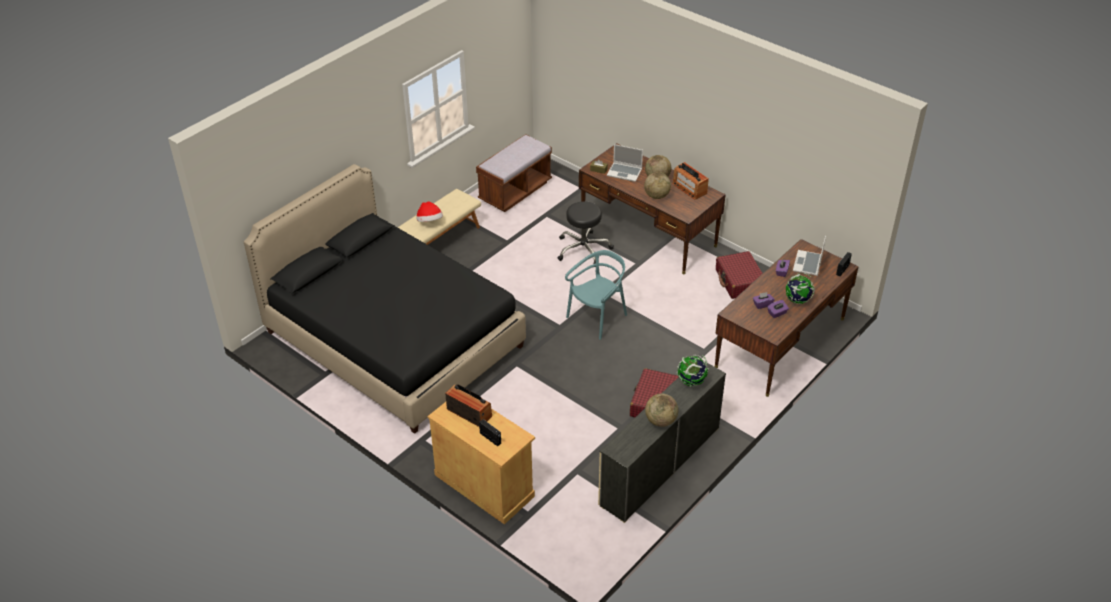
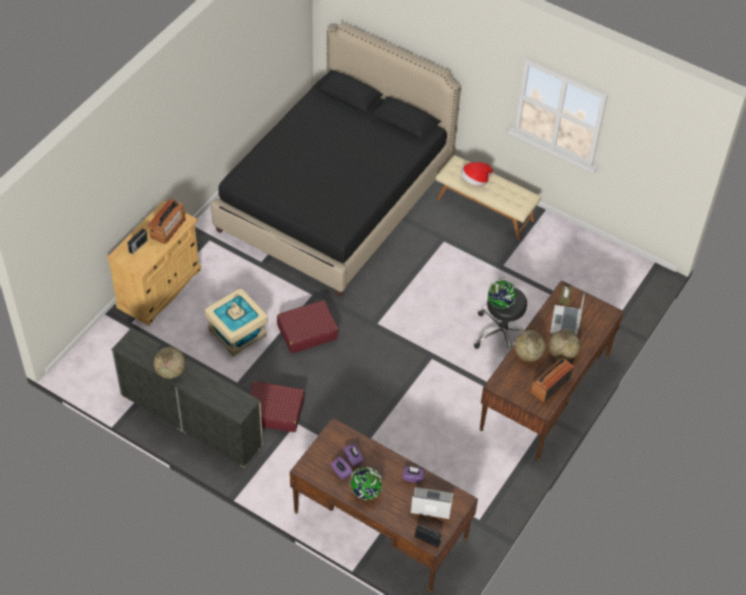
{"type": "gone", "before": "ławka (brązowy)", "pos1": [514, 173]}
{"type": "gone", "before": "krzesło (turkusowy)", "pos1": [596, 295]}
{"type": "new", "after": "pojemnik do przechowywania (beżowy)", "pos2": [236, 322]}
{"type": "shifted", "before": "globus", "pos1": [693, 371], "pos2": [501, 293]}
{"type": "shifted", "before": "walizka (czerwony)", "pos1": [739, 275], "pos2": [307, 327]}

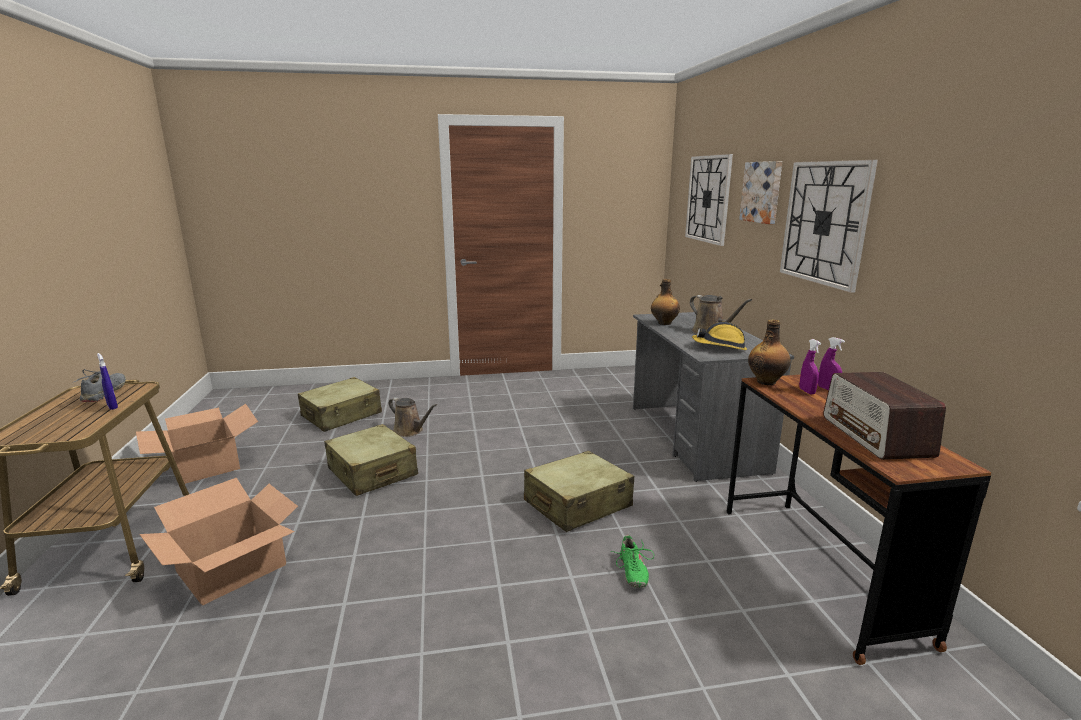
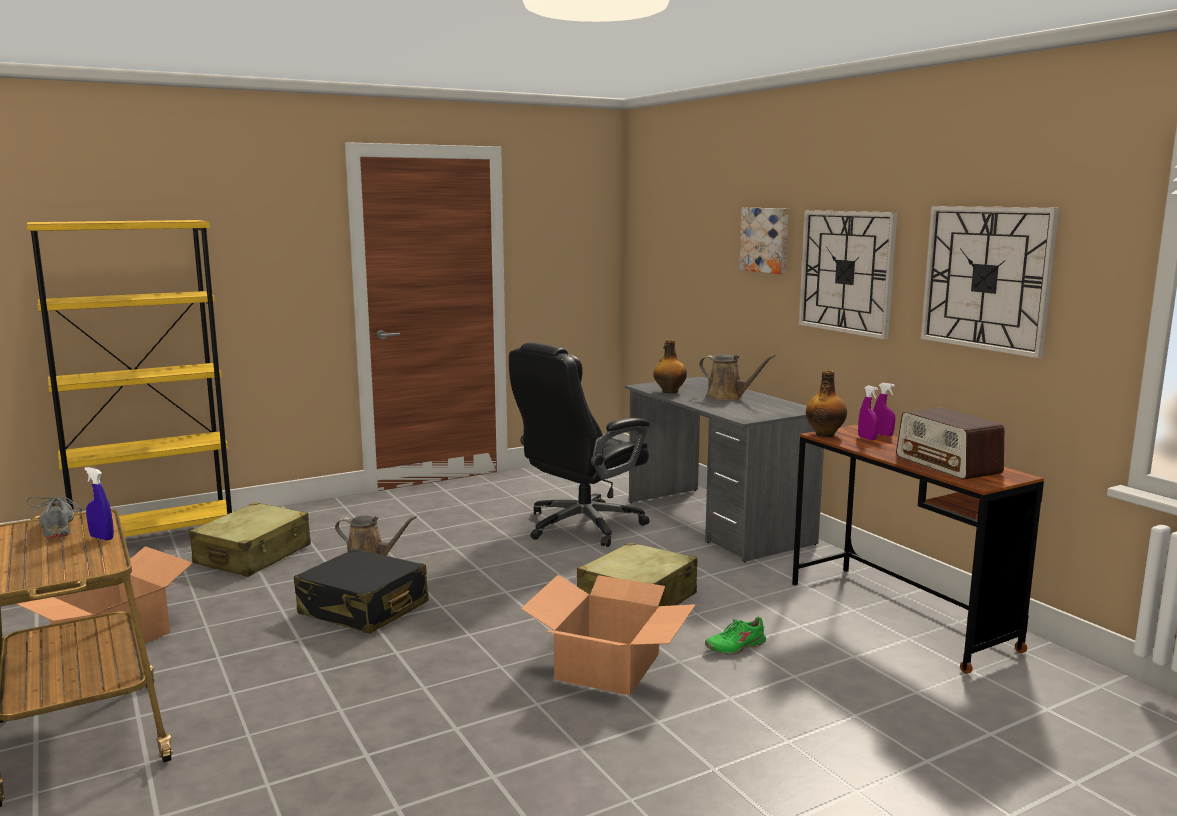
{"type": "gone", "before": "kask", "pos1": [719, 336]}
{"type": "new", "after": "regał (żółty)", "pos2": [130, 381]}
{"type": "new", "after": "krzesło biurowe (czarny)", "pos2": [579, 444]}
{"type": "shifted", "before": "karton", "pos1": [218, 541], "pos2": [608, 635]}
{"type": "shifted", "before": "zegar ścienny", "pos1": [709, 200], "pos2": [990, 282]}
{"type": "repainted", "before": "walizka (beżowy)", "after": "walizka (czarny)", "pos1": [371, 460], "pos2": [361, 591]}
{"type": "rotated", "before": "but (zielony)", "pos1": [632, 561], "pos2": [735, 635], "turn": 90}

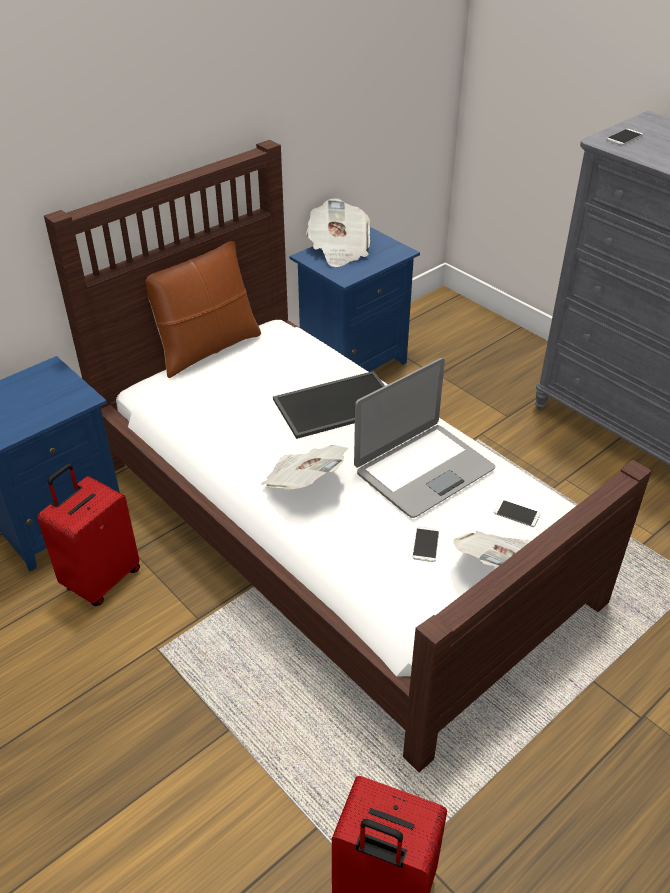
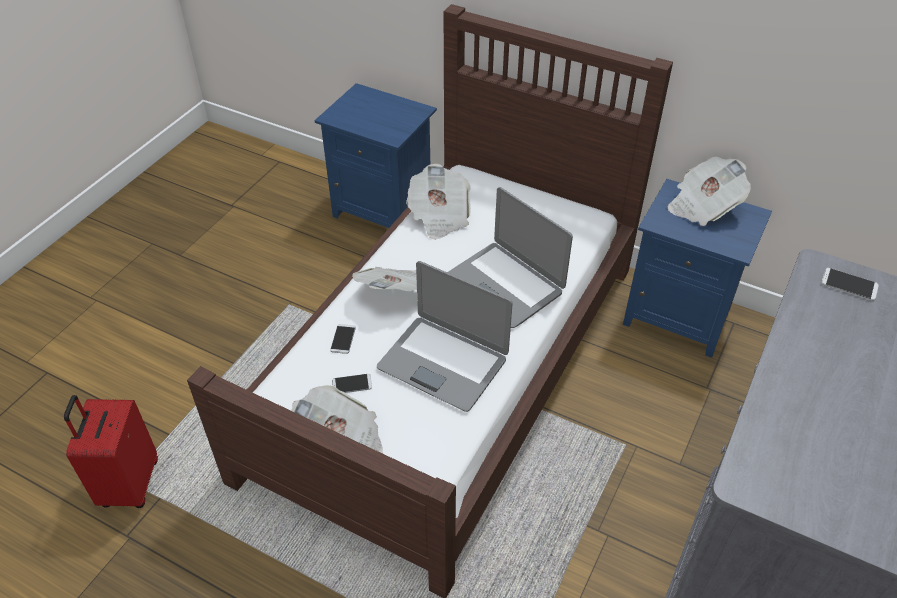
{"type": "gone", "before": "walizka (czerwony)", "pos1": [88, 535]}
{"type": "gone", "before": "poduszka (brązowy)", "pos1": [203, 309]}
{"type": "new", "after": "gazeta", "pos2": [438, 202]}
{"type": "shifted", "before": "telefon", "pos1": [517, 513], "pos2": [343, 339]}
{"type": "swapped", "before": "taca", "after": "laptop", "pos1": [329, 405], "pos2": [510, 257]}

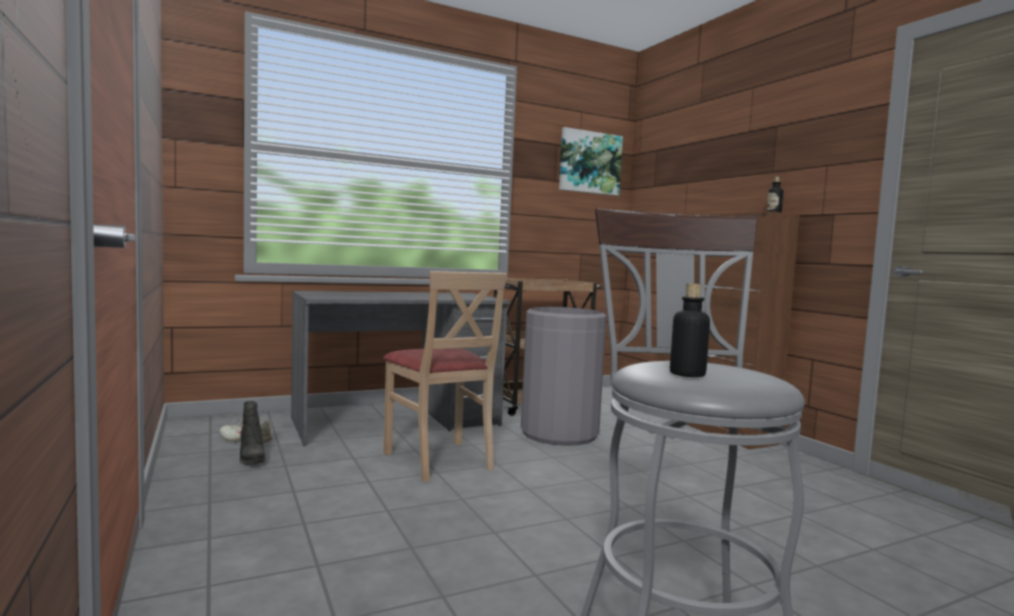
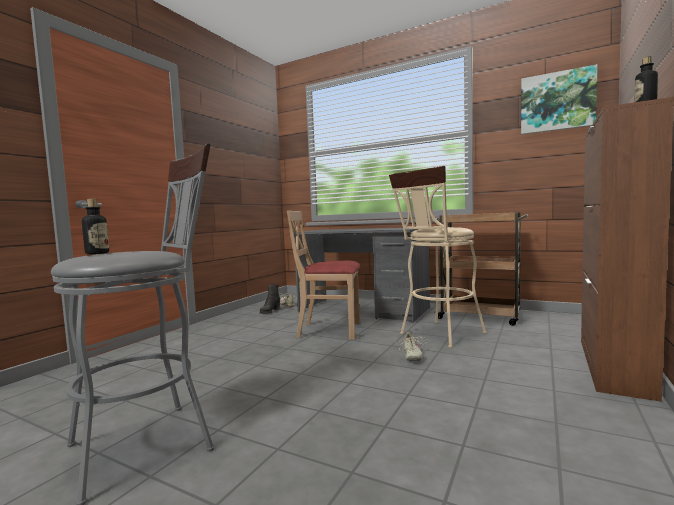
{"type": "new", "after": "but (beżowy)", "pos2": [412, 346]}
{"type": "swapped", "before": "kosz na śmieci (szary)", "after": "stołek (beżowy)", "pos1": [563, 376], "pos2": [438, 257]}
{"type": "rotated", "before": "krzesło (beżowy)", "pos1": [445, 376], "pos2": [323, 275], "turn": 75}

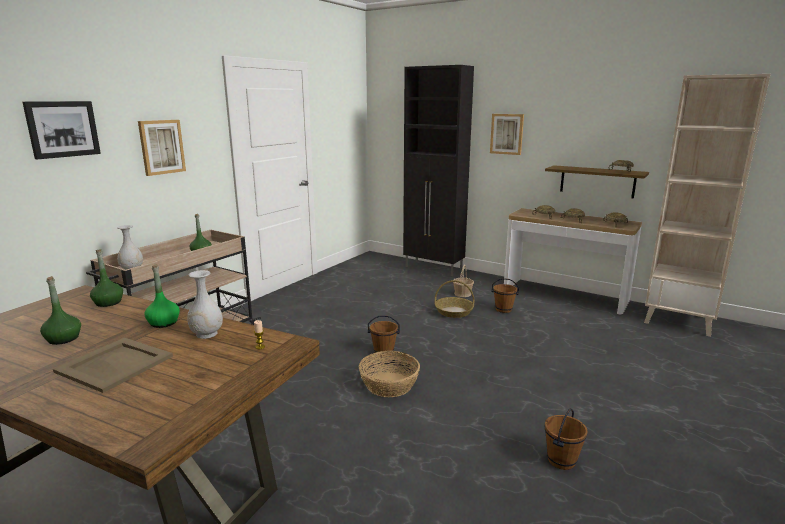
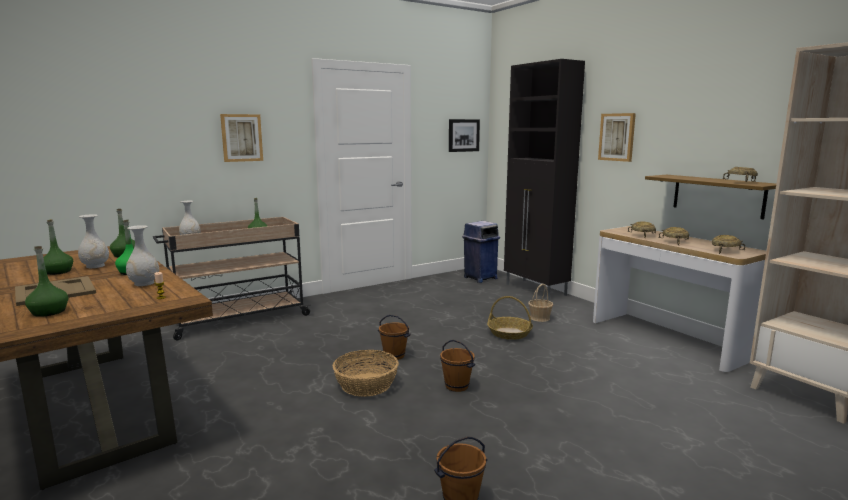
{"type": "new", "after": "butelka (zielony)", "pos2": [47, 281]}
{"type": "new", "after": "wazon (biały)", "pos2": [93, 241]}
{"type": "new", "after": "kosz na śmieci (niebieski)", "pos2": [481, 252]}
{"type": "shifted", "before": "obraz", "pos1": [61, 130], "pos2": [464, 135]}
{"type": "shifted", "before": "wiadro (brązowy)", "pos1": [505, 295], "pos2": [457, 366]}

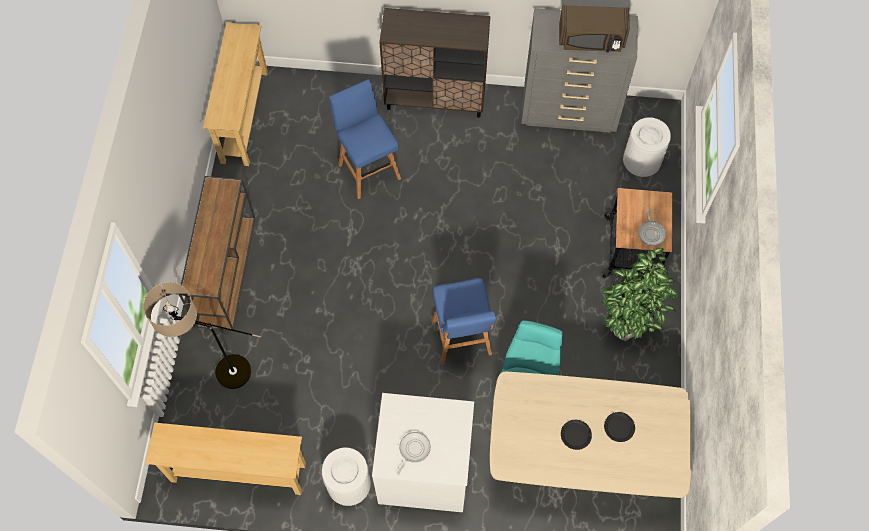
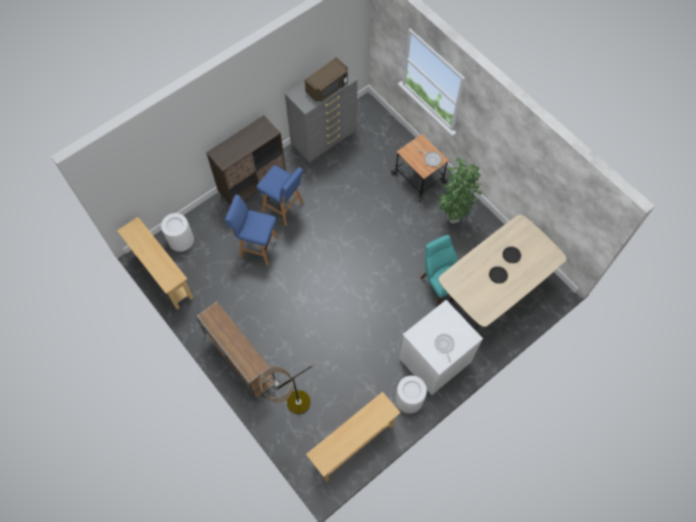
{"type": "shifted", "before": "stołek (niebieski)", "pos1": [464, 321], "pos2": [280, 195]}
{"type": "shifted", "before": "kosz na śmieci (biały)", "pos1": [647, 147], "pos2": [177, 232]}

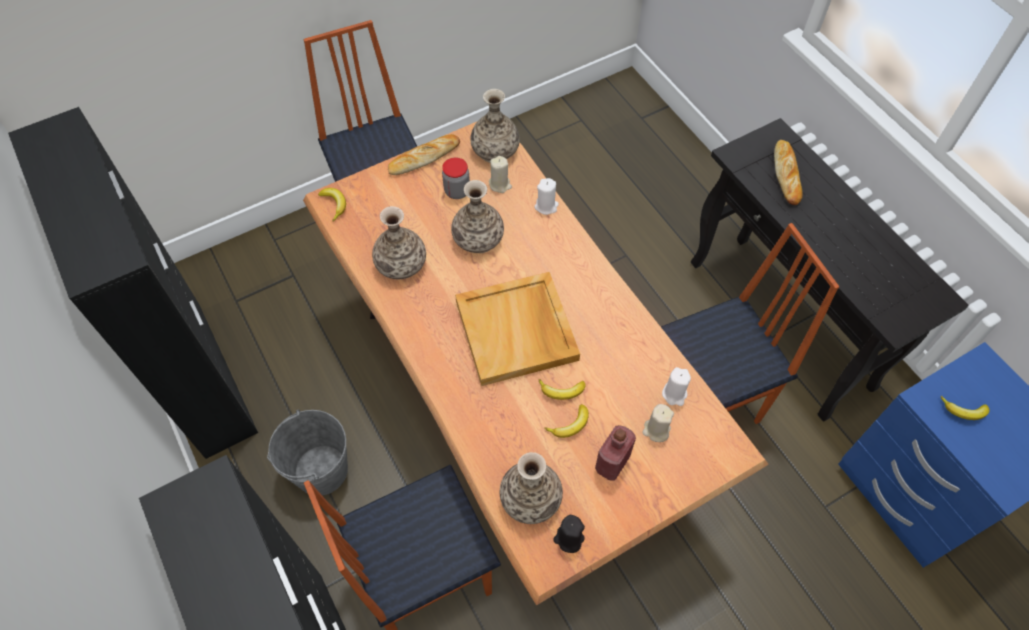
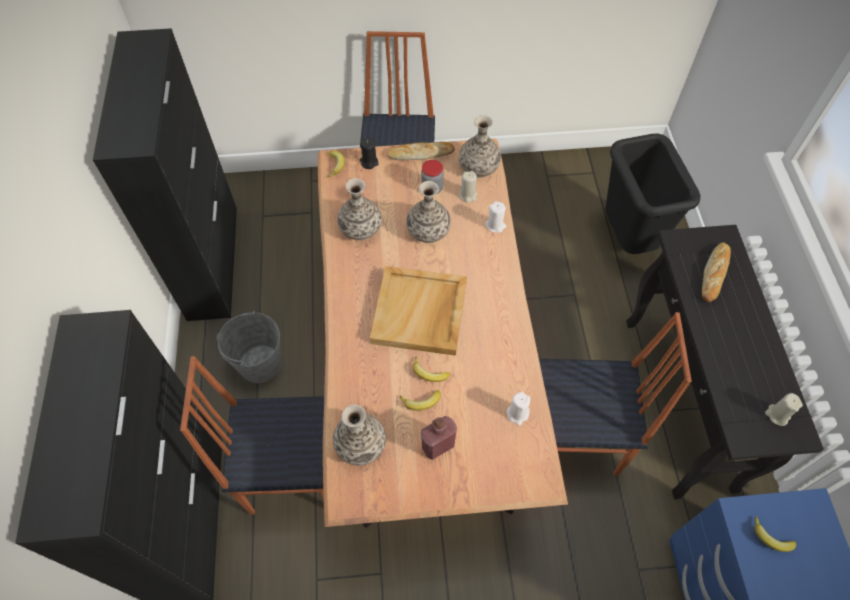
{"type": "new", "after": "kosz na śmieci (czarny)", "pos2": [653, 193]}
{"type": "shifted", "before": "świeca (czarny)", "pos1": [569, 534], "pos2": [369, 153]}
{"type": "shifted", "before": "świeca (beżowy)", "pos1": [658, 423], "pos2": [784, 409]}

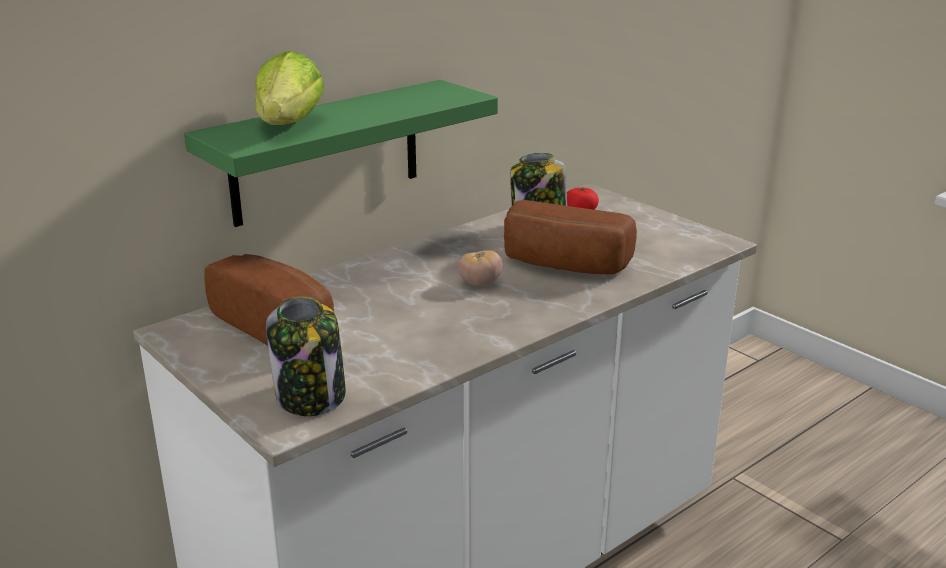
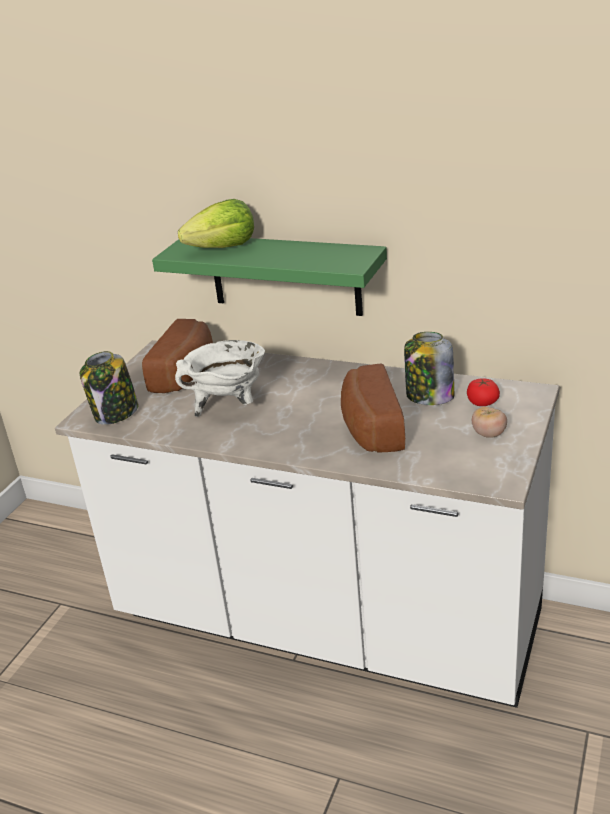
{"type": "new", "after": "garnek (biały)", "pos2": [220, 378]}
{"type": "shifted", "before": "pomidor", "pos1": [480, 268], "pos2": [489, 422]}

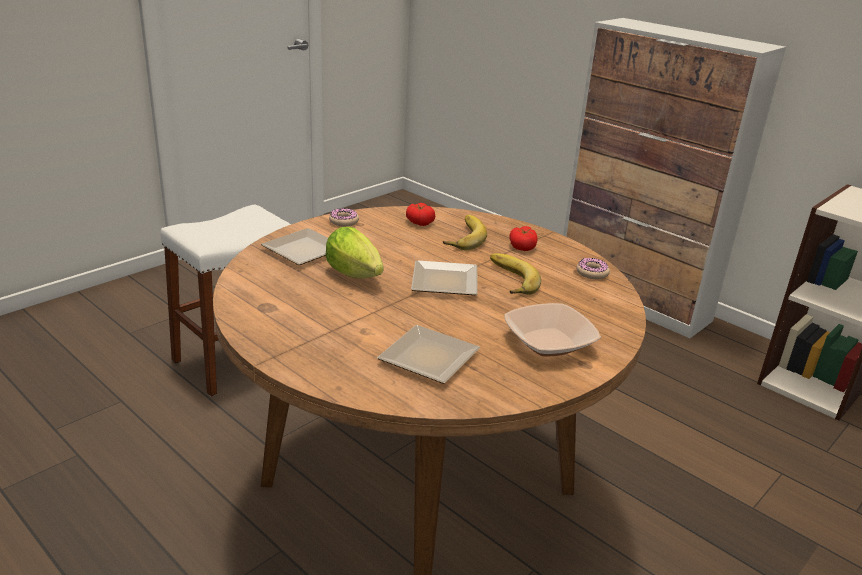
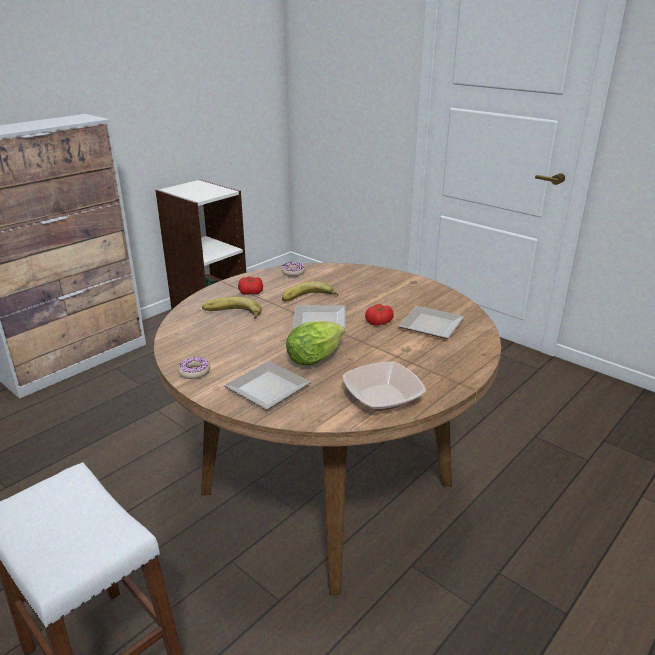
{"type": "shifted", "before": "pomidor", "pos1": [420, 214], "pos2": [379, 315]}
{"type": "shifted", "before": "miska", "pos1": [552, 330], "pos2": [384, 386]}

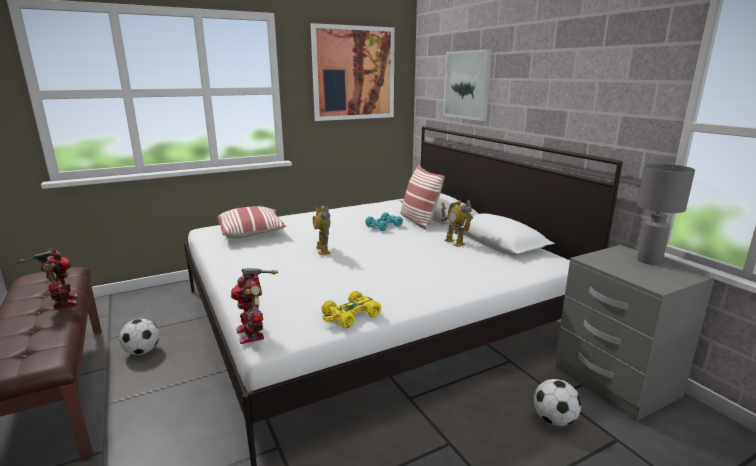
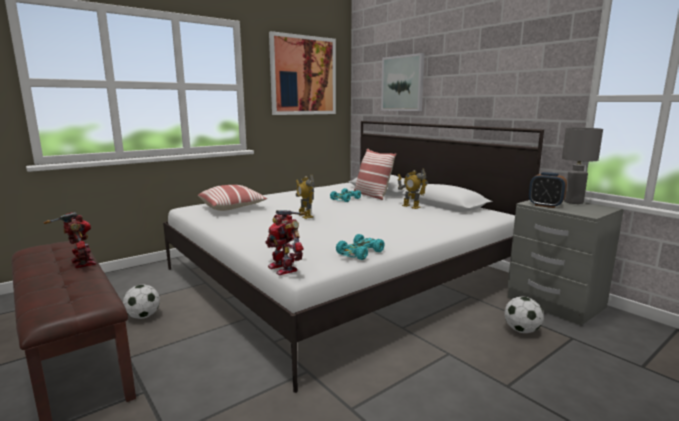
{"type": "new", "after": "budzik", "pos2": [548, 190]}
{"type": "repainted", "before": "samochodzik (żółty)", "after": "samochodzik (turkusowy)", "pos1": [351, 309], "pos2": [360, 247]}

